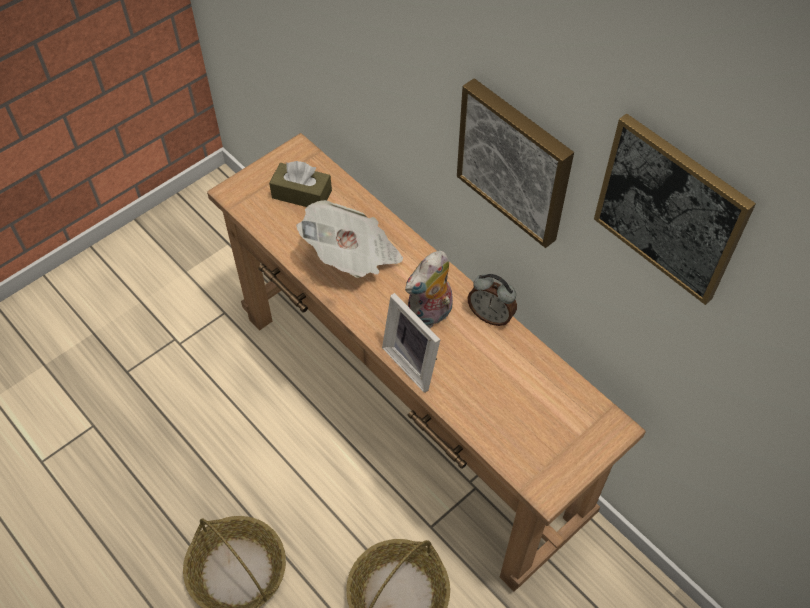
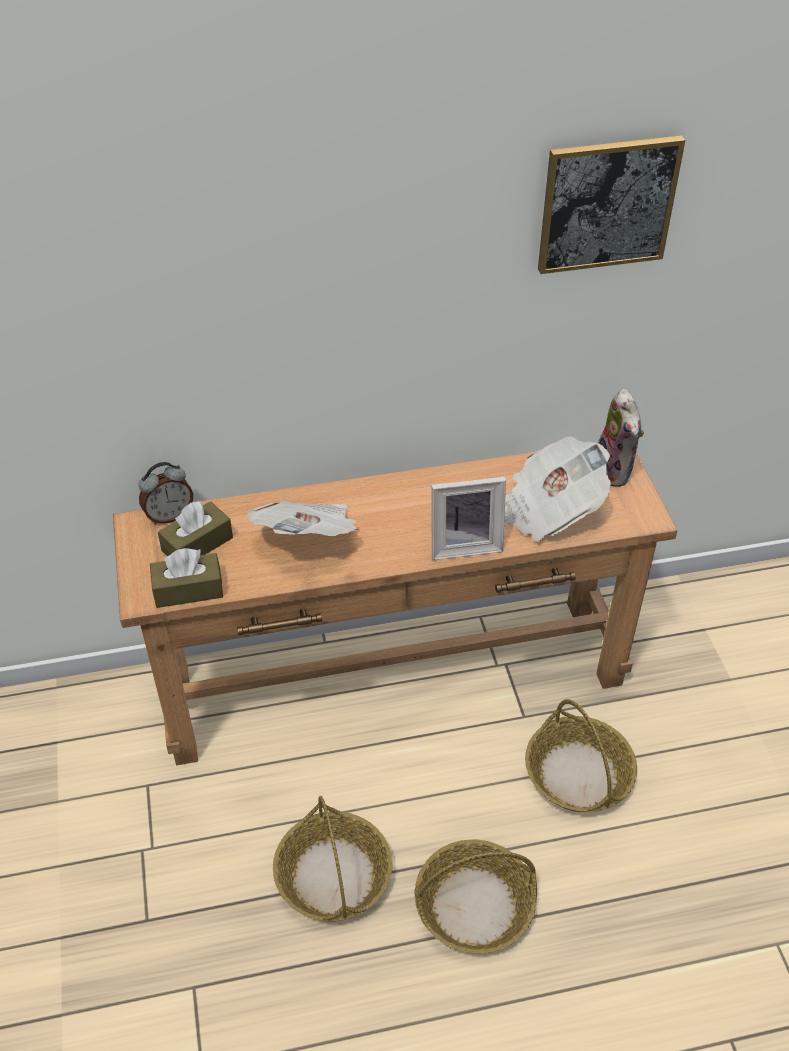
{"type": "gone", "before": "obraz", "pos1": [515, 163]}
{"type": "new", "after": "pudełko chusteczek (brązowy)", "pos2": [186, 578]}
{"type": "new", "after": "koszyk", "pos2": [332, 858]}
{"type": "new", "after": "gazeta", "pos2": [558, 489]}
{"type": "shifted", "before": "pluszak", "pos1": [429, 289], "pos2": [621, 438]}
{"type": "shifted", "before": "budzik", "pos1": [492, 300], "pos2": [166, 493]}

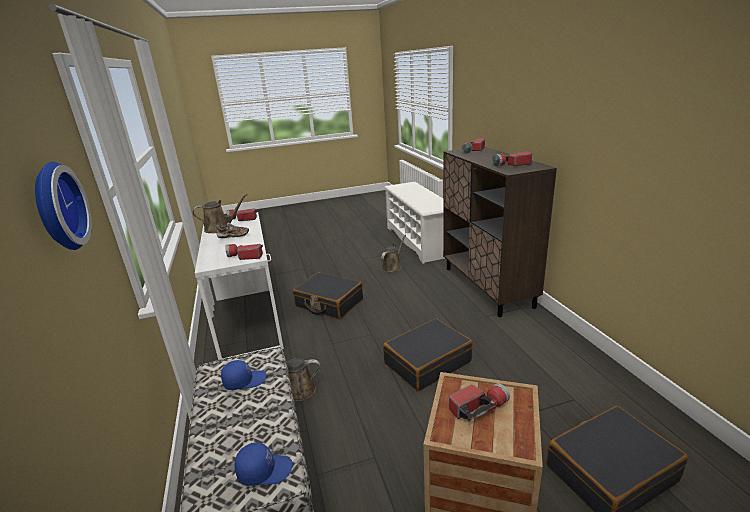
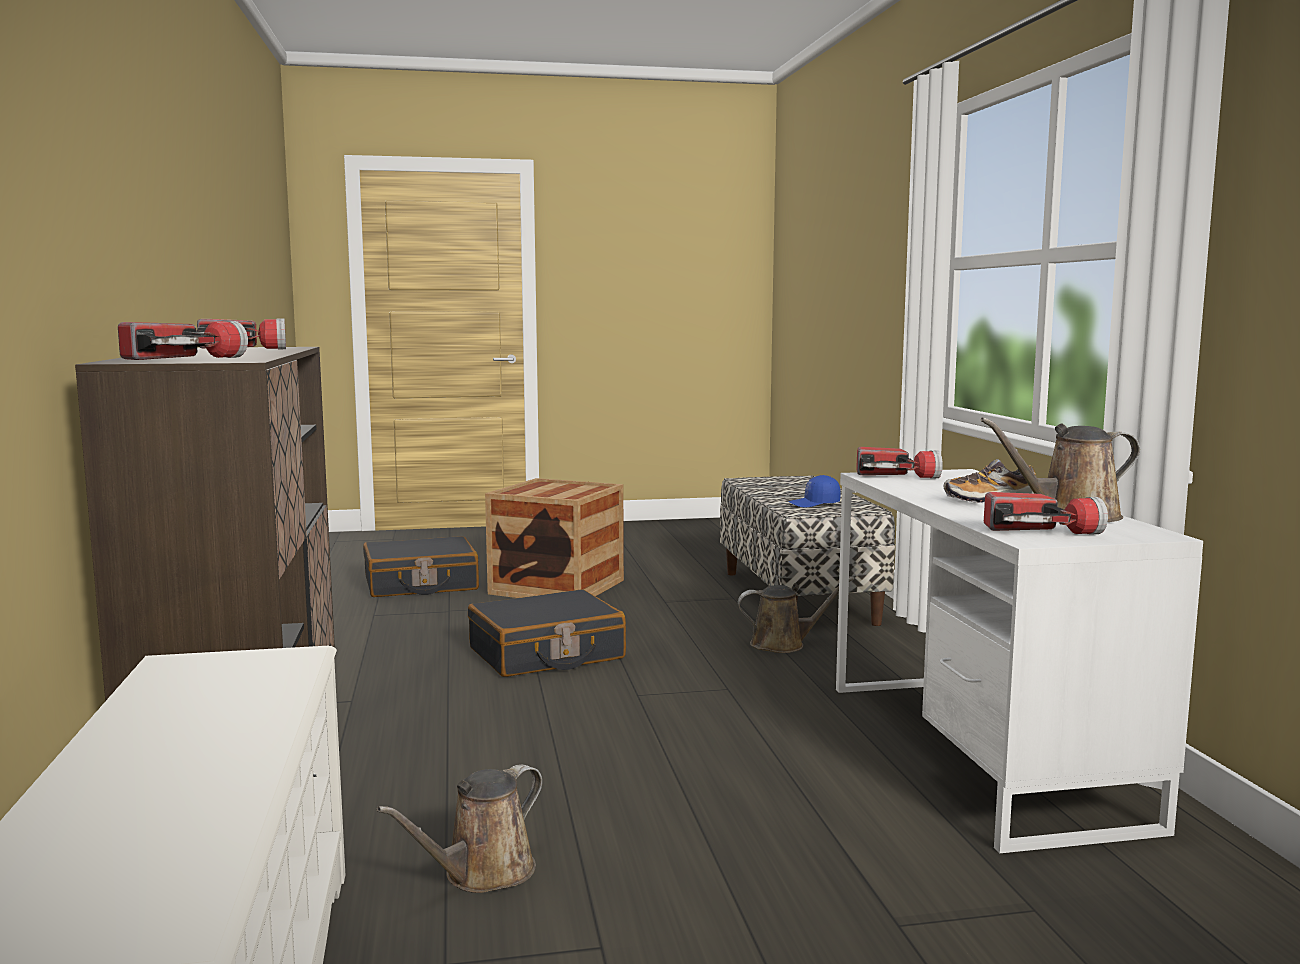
{"type": "gone", "before": "zegar ścienny", "pos1": [63, 206]}
{"type": "gone", "before": "czapka z daszkiem (niebieski)", "pos1": [264, 464]}
{"type": "gone", "before": "walizka (czarny)", "pos1": [328, 295]}
{"type": "gone", "before": "latarka", "pos1": [479, 402]}

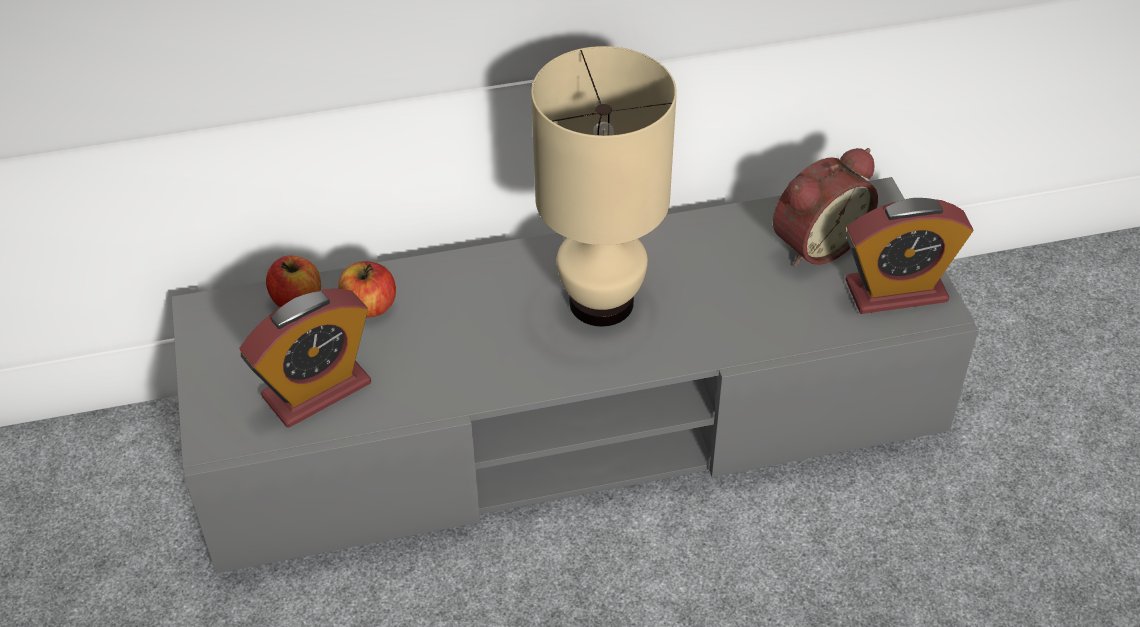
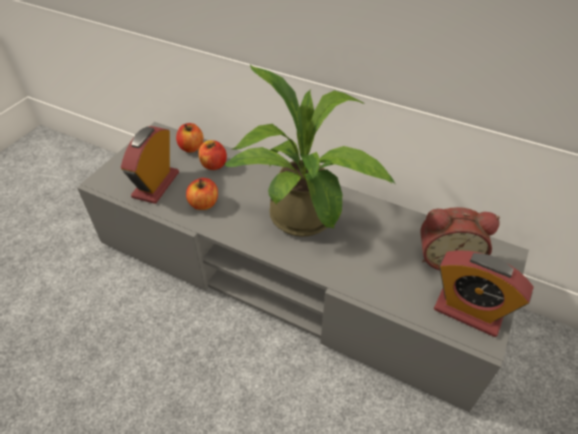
{"type": "new", "after": "jabłko", "pos2": [202, 194]}
{"type": "swapped", "before": "lampa stołowa (beżowy)", "after": "roślina doniczkowa", "pos1": [604, 186], "pos2": [309, 151]}
{"type": "rotated", "before": "budzik", "pos1": [305, 358], "pos2": [150, 165], "turn": 105}

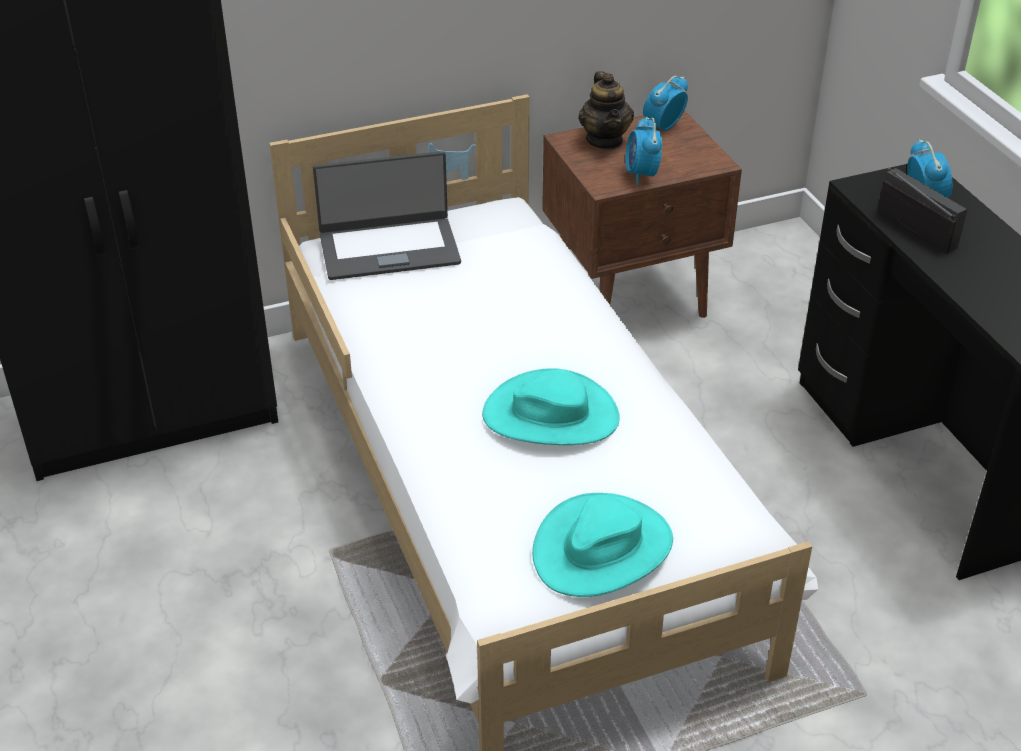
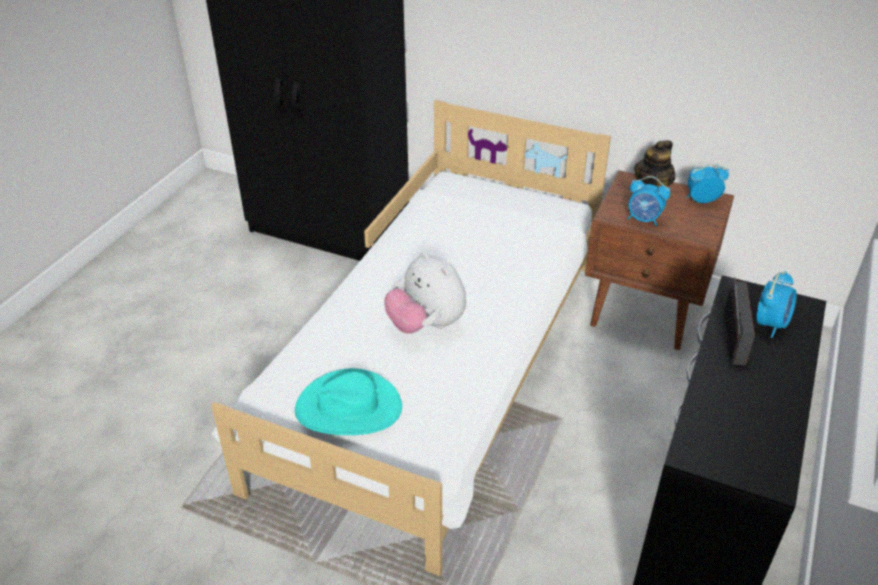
{"type": "gone", "before": "laptop", "pos1": [387, 215]}
{"type": "swapped", "before": "kapelusz (turkusowy)", "after": "pluszak", "pos1": [551, 406], "pos2": [425, 293]}
{"type": "rotated", "before": "budzik", "pos1": [643, 150], "pos2": [648, 201], "turn": -105}

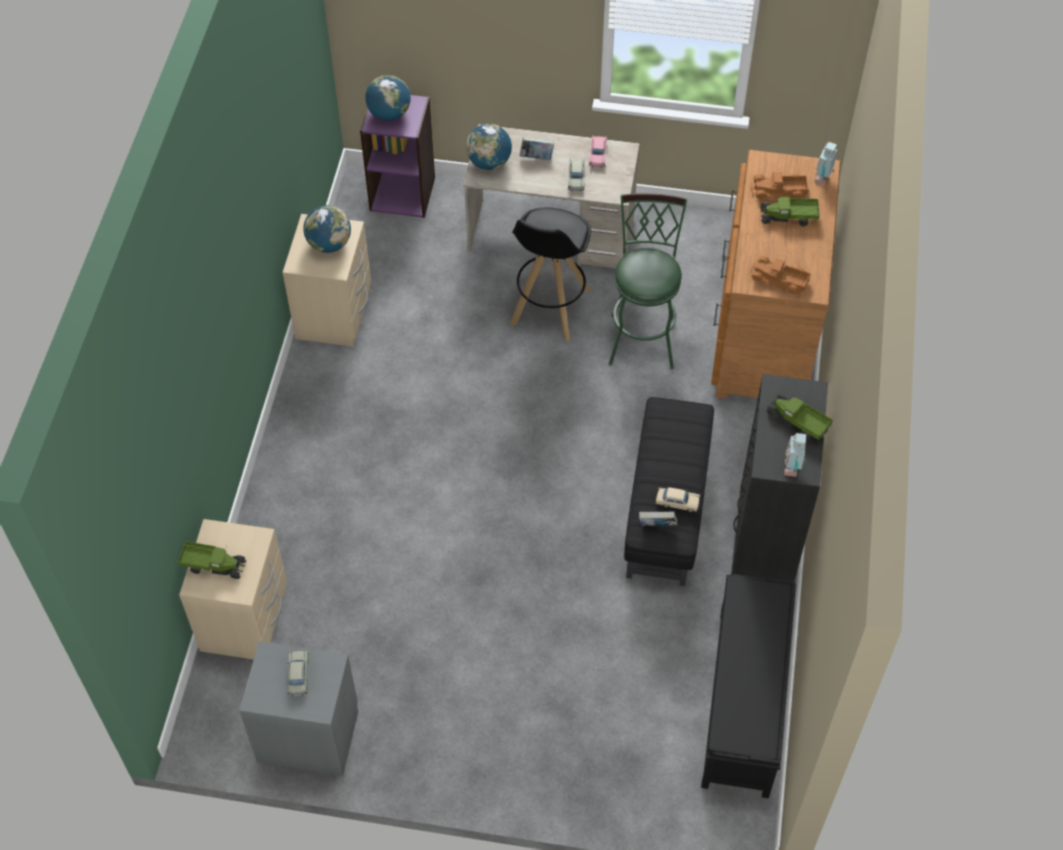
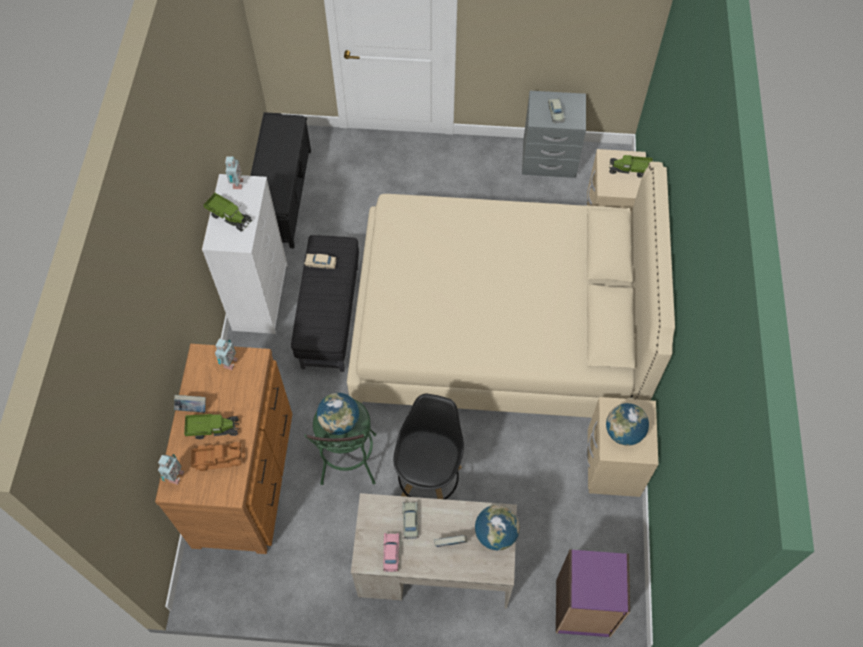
{"type": "new", "after": "łóżko (beżowy)", "pos2": [511, 290]}
{"type": "shifted", "before": "globus", "pos1": [388, 98], "pos2": [338, 414]}
{"type": "shifted", "before": "książka", "pos1": [658, 518], "pos2": [190, 404]}
{"type": "swapped", "before": "ciężarówka zabawkowa", "after": "robot zabawkowy", "pos1": [780, 275], "pos2": [226, 354]}
{"type": "repainted", "before": "komoda (czarny)", "after": "komoda (biały)", "pos1": [779, 478], "pos2": [245, 254]}

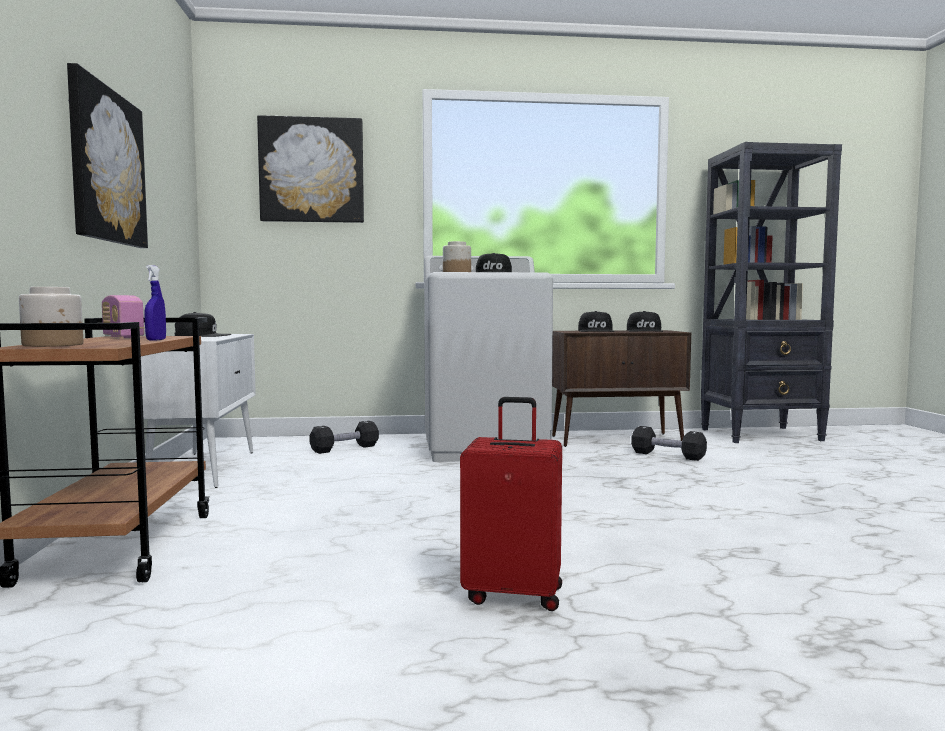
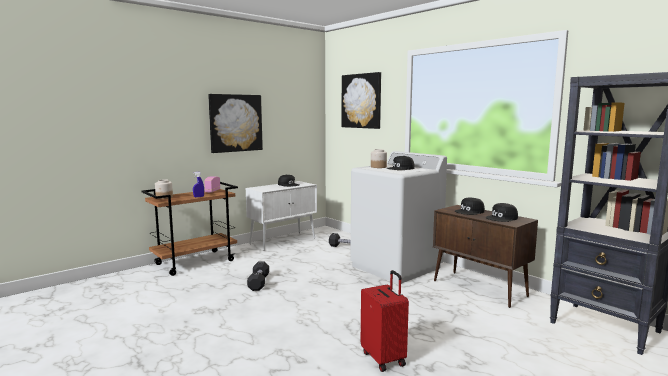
{"type": "shifted", "before": "walizka (czerwony)", "pos1": [511, 504], "pos2": [385, 321]}
{"type": "shifted", "before": "hantel (czarny)", "pos1": [669, 443], "pos2": [258, 276]}

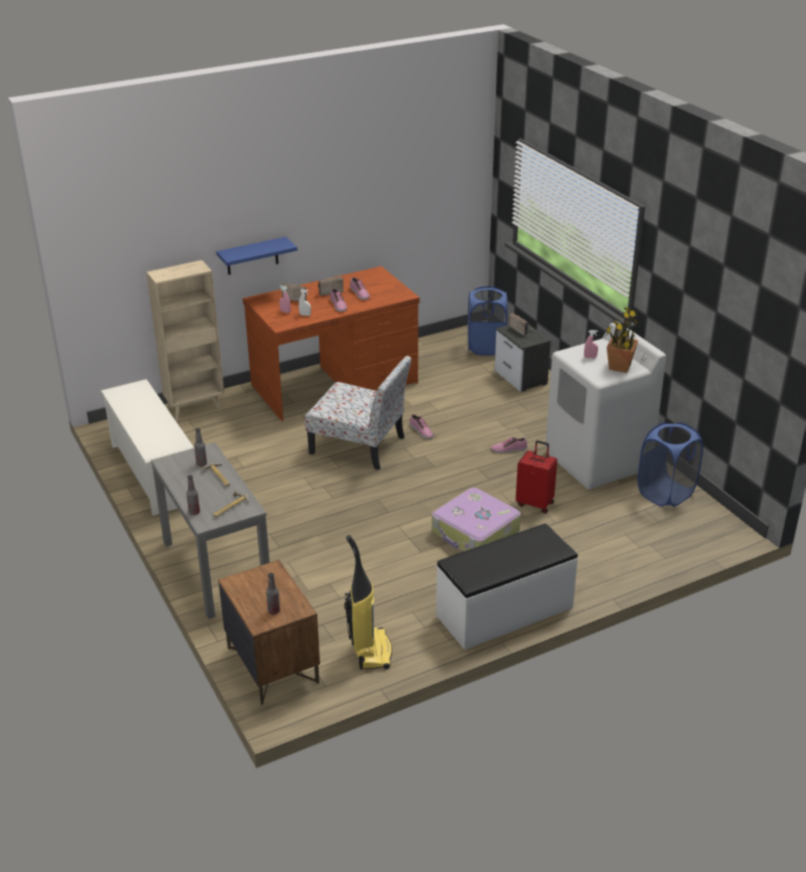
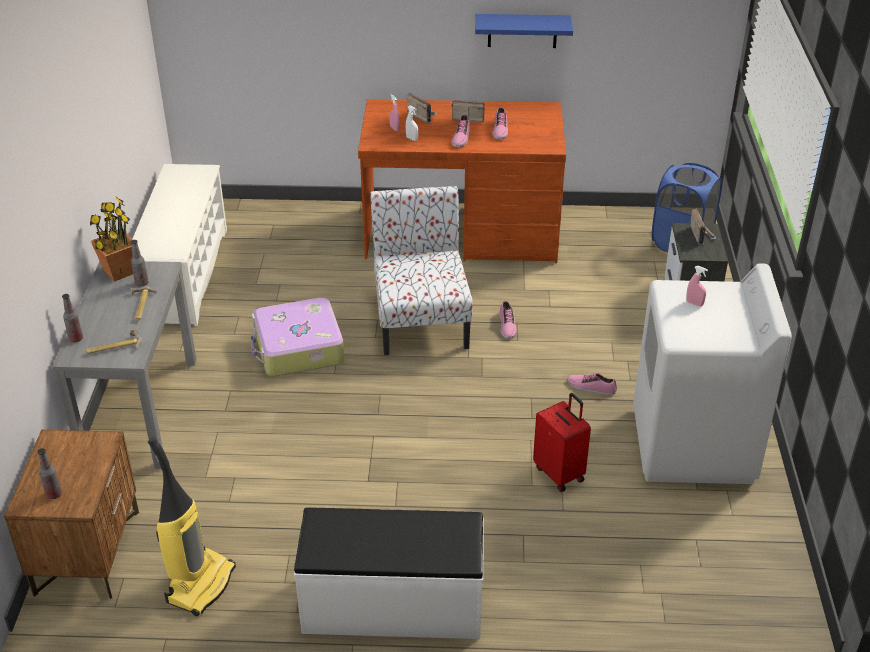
{"type": "gone", "before": "regał (beżowy)", "pos1": [185, 340]}
{"type": "gone", "before": "kosz na pranie (niebieski)", "pos1": [670, 464]}
{"type": "shifted", "before": "półka (niebieski)", "pos1": [257, 256], "pos2": [524, 31]}
{"type": "shifted", "before": "walizka", "pos1": [476, 519], "pos2": [297, 337]}
{"type": "shifted", "before": "roślina doniczkowa", "pos1": [622, 340], "pos2": [111, 239]}
{"type": "rotated", "before": "krzesło", "pos1": [358, 413], "pos2": [421, 270], "turn": -150}

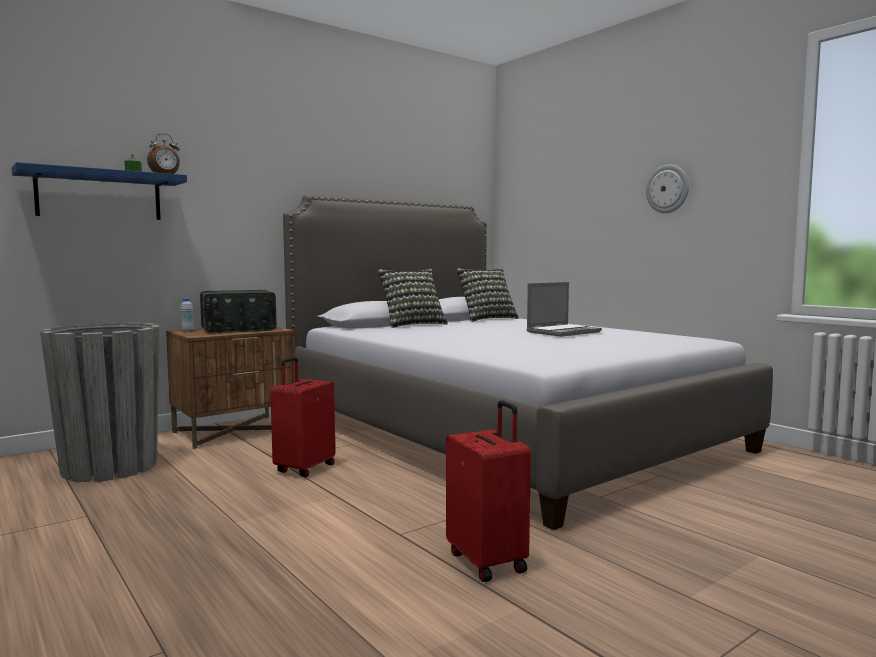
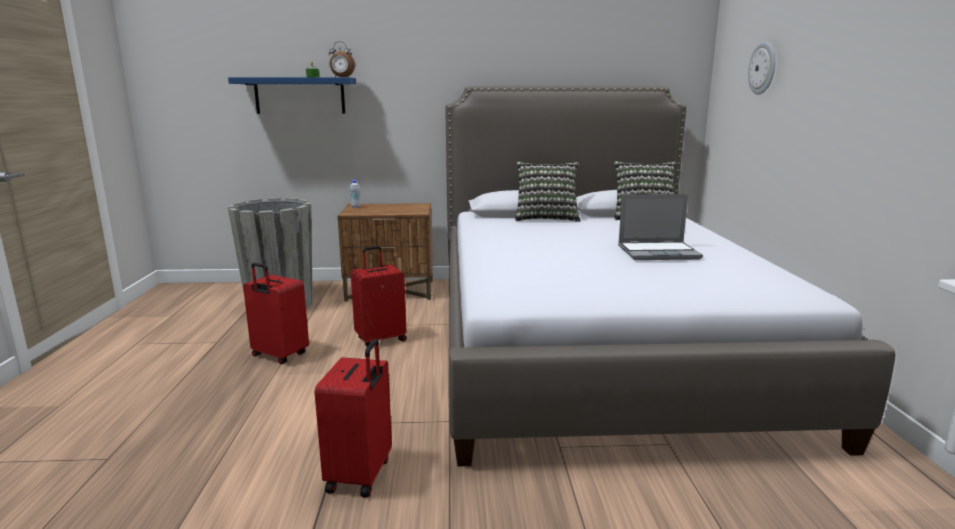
{"type": "gone", "before": "radio", "pos1": [238, 311]}
{"type": "new", "after": "walizka (czerwony)", "pos2": [276, 313]}
{"type": "shifted", "before": "zegar ścienny", "pos1": [667, 188], "pos2": [761, 68]}

